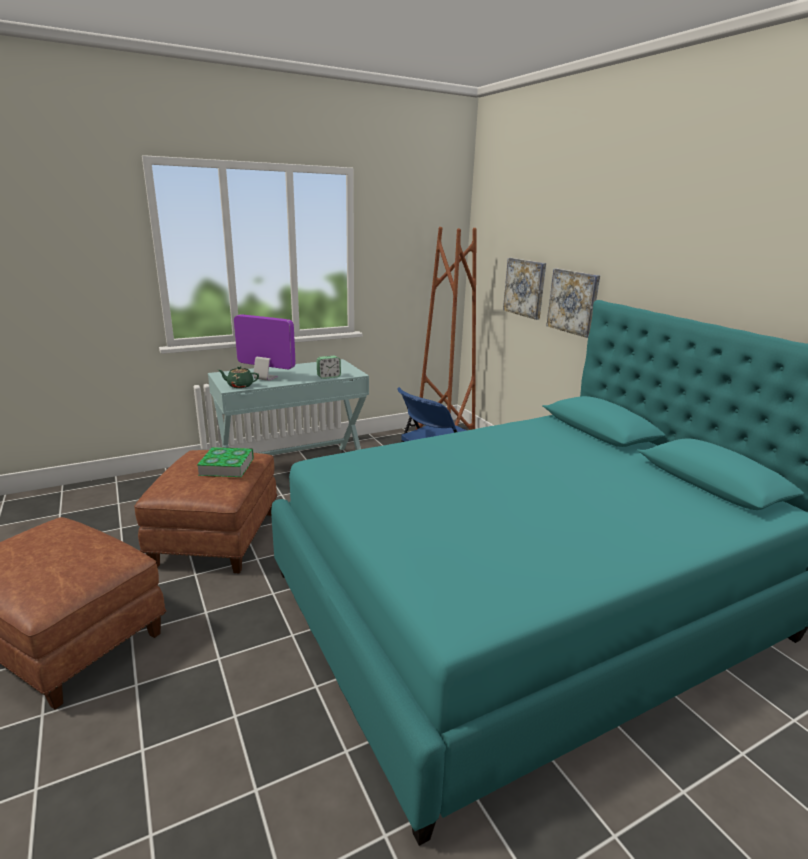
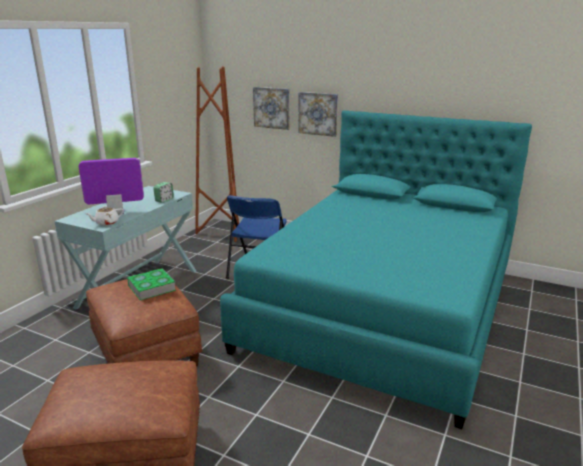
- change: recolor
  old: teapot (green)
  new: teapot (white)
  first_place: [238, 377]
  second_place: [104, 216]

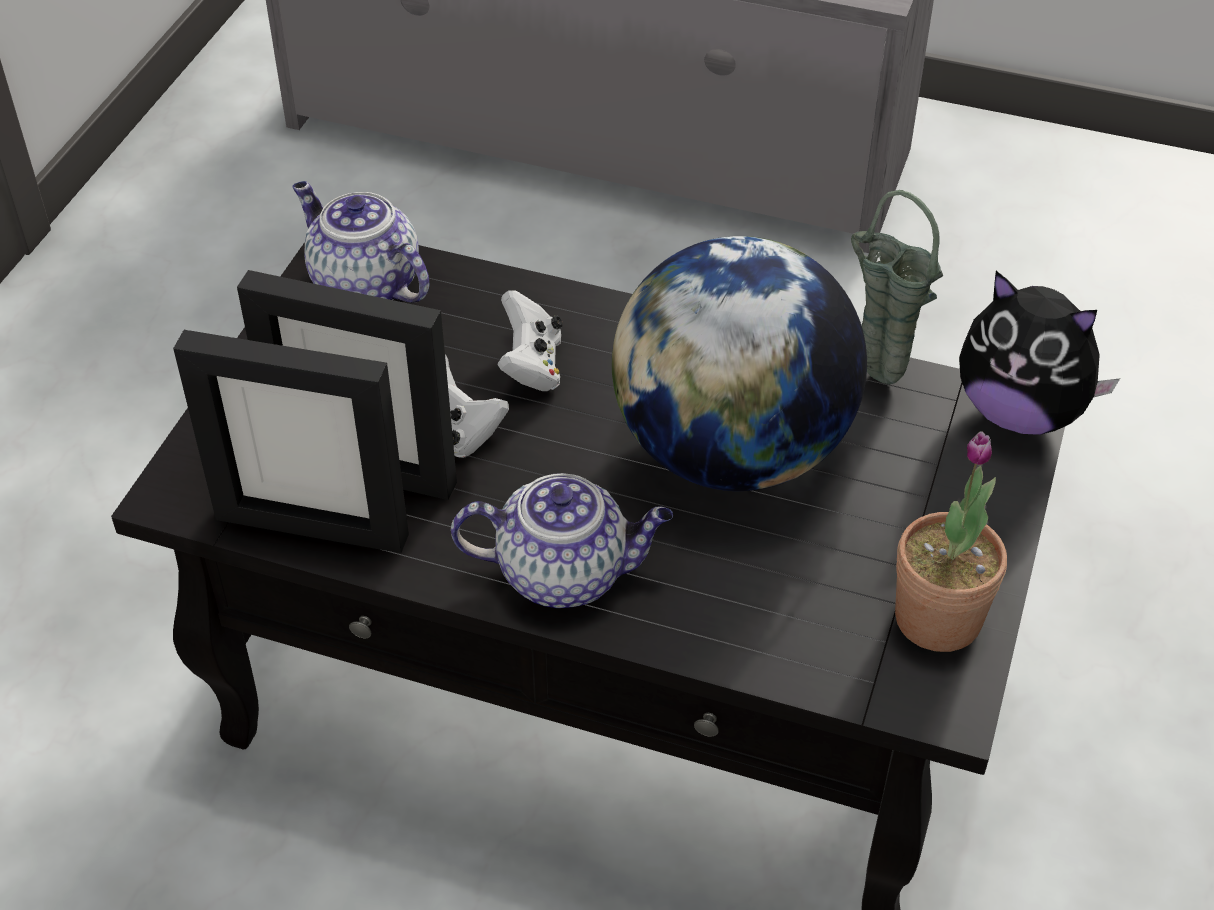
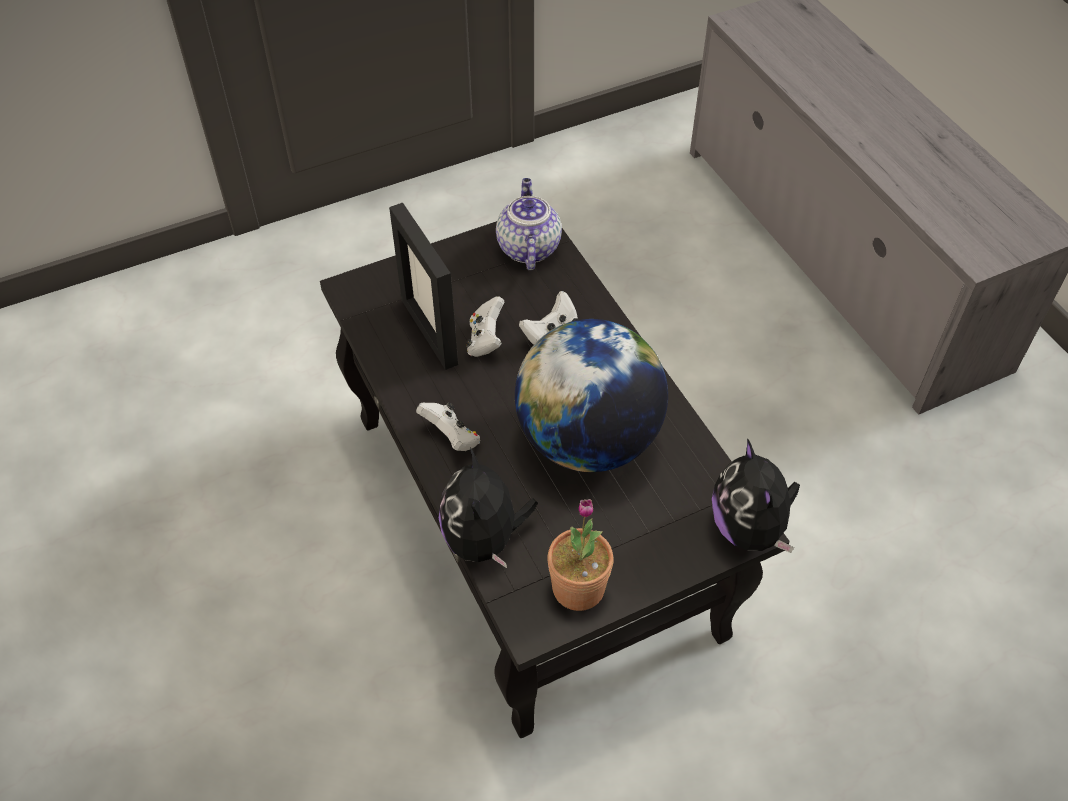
- change: delete
  old: picture frame
  first_place: [291, 441]
- change: delete
  old: vase (green)
  first_place: [897, 287]
- change: insert
  new: plush toy
  second_place: [488, 508]
- change: replace
  old: teapot
  new: game controller (white)
  first_place: [562, 540]
  second_place: [448, 427]

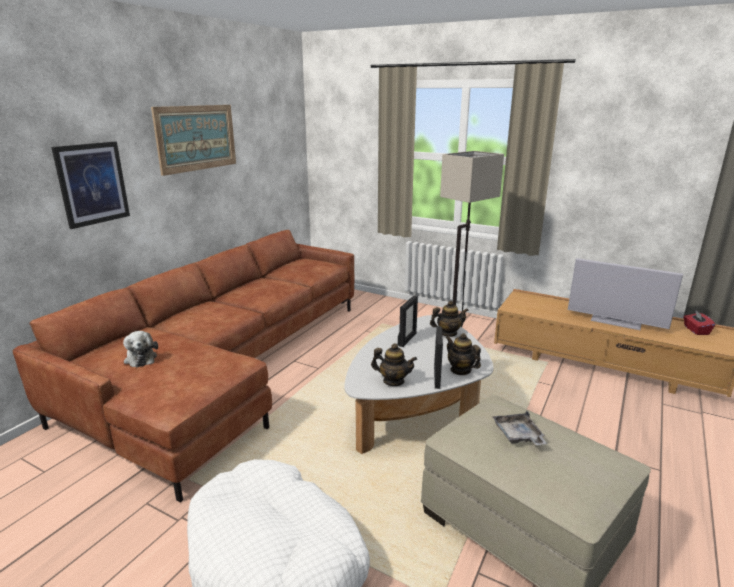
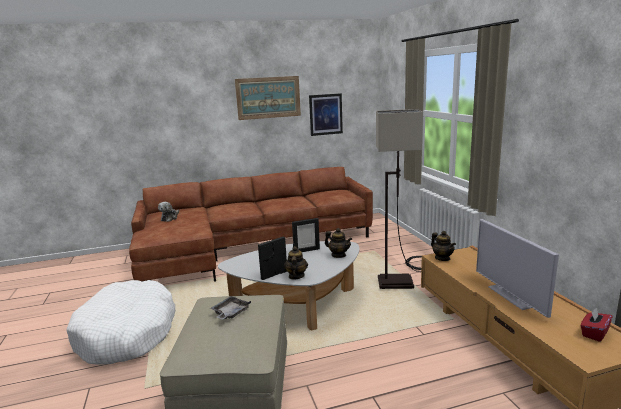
- change: move
  old: picture
  first_place: [90, 185]
  second_place: [326, 114]
- change: move
  old: teapot
  first_place: [394, 364]
  second_place: [443, 246]

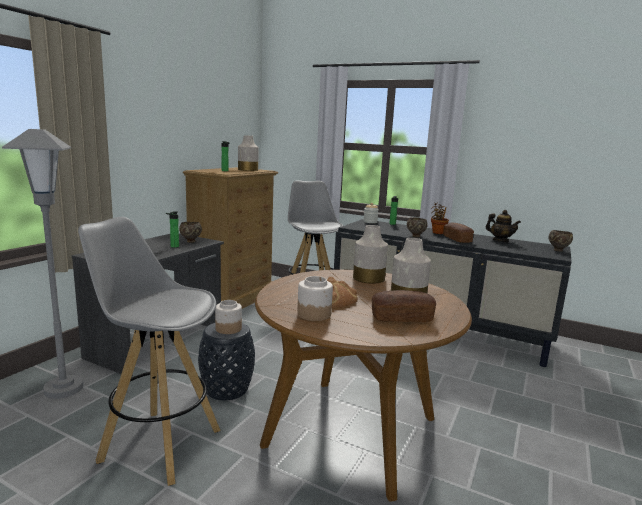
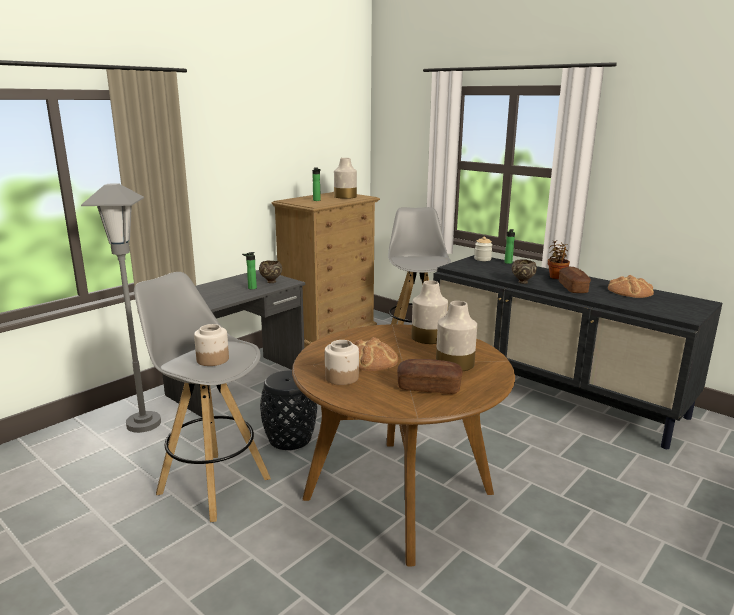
- change: delete
  old: bowl (brown)
  first_place: [560, 241]
- change: move
  old: jar
  first_place: [228, 317]
  second_place: [211, 345]
- change: replace
  old: teapot
  new: bread
  first_place: [503, 226]
  second_place: [631, 286]

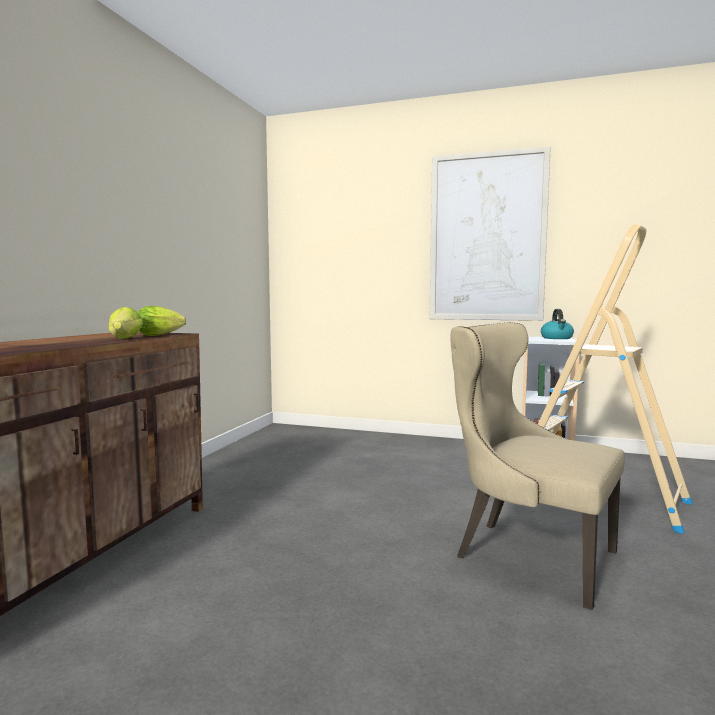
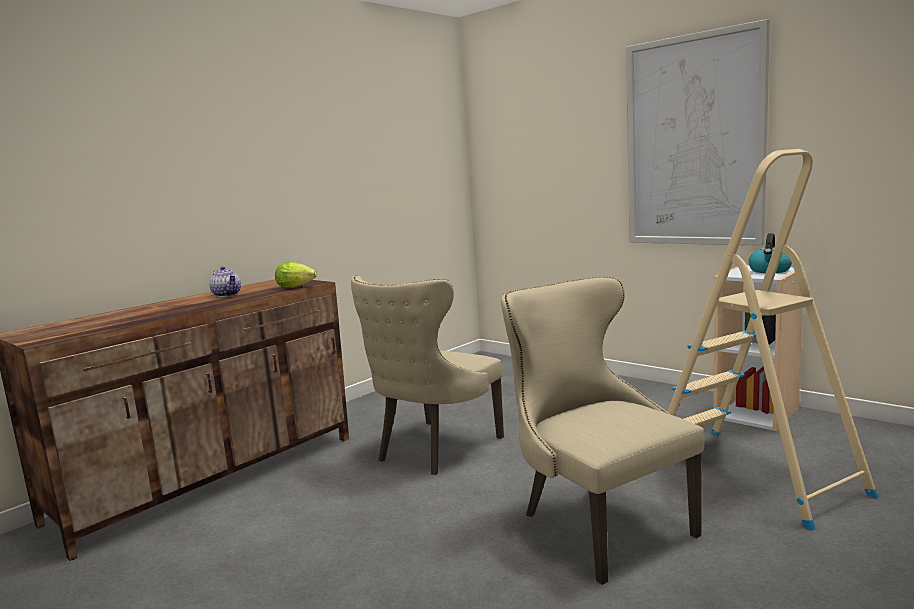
- change: delete
  old: lettuce
  first_place: [126, 323]
- change: insert
  new: teapot
  second_place: [225, 281]
- change: insert
  new: chair (beige)
  second_place: [427, 375]

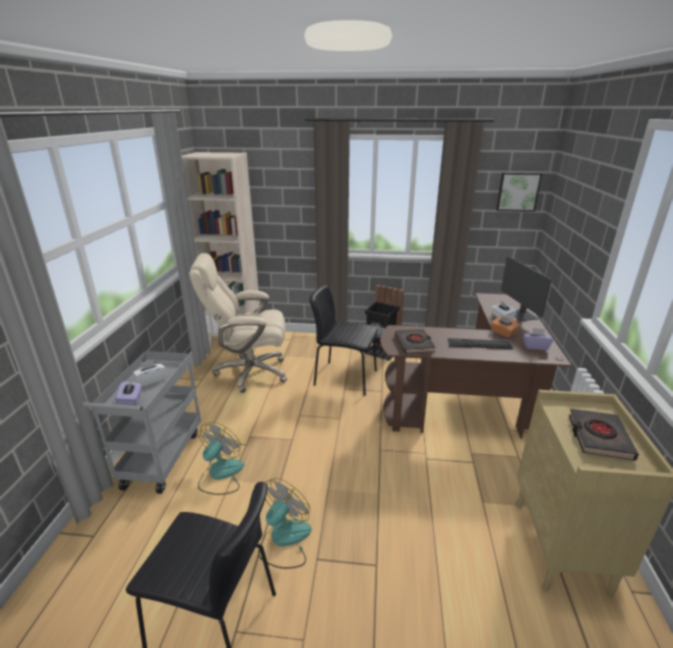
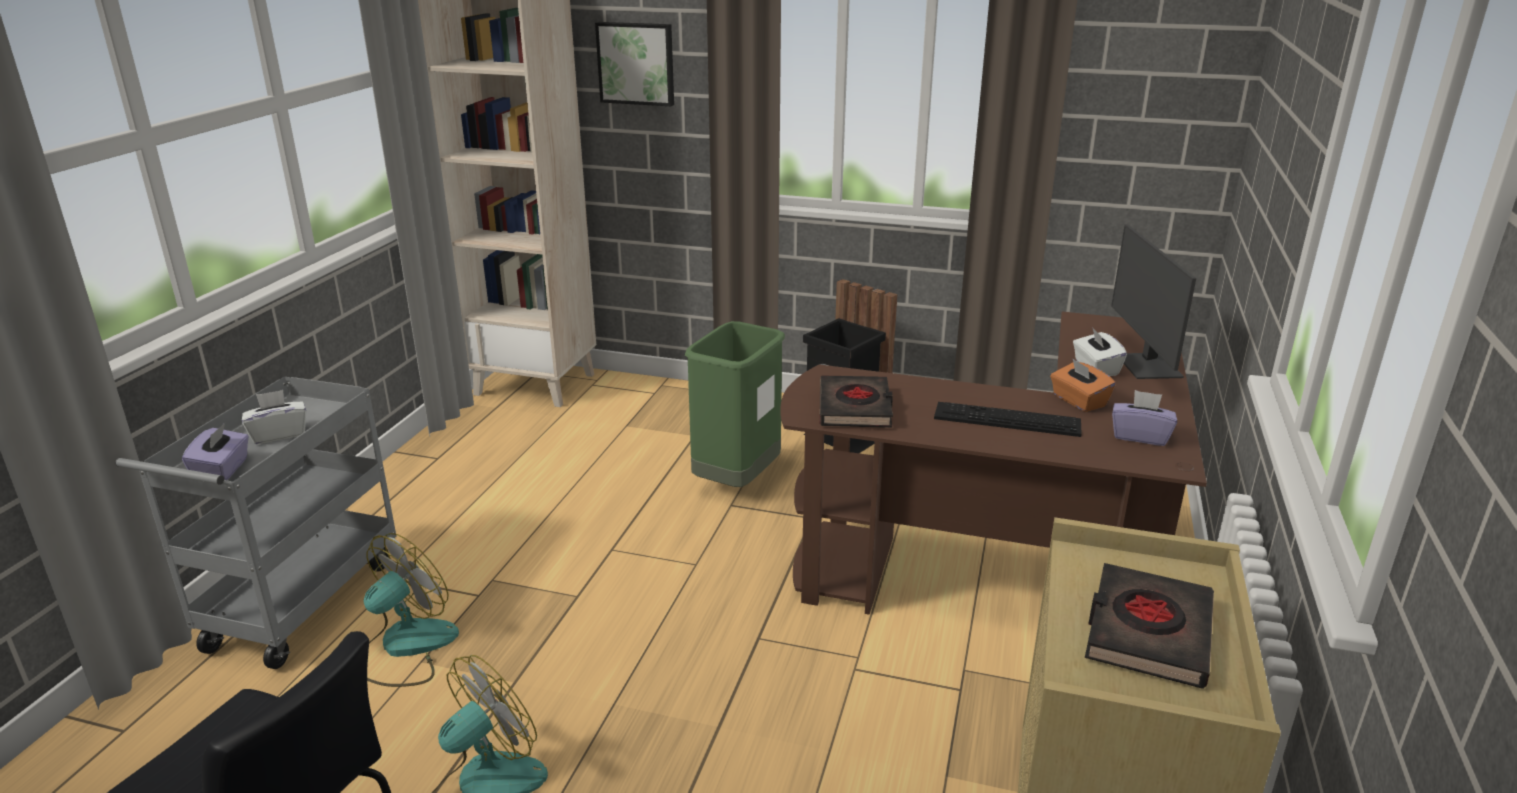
- change: delete
  old: office chair (beige)
  first_place: [238, 323]
- change: move
  old: picture
  first_place: [519, 192]
  second_place: [634, 64]
- change: replace
  old: chair (black)
  new: trash can (green)
  first_place: [343, 340]
  second_place: [735, 404]

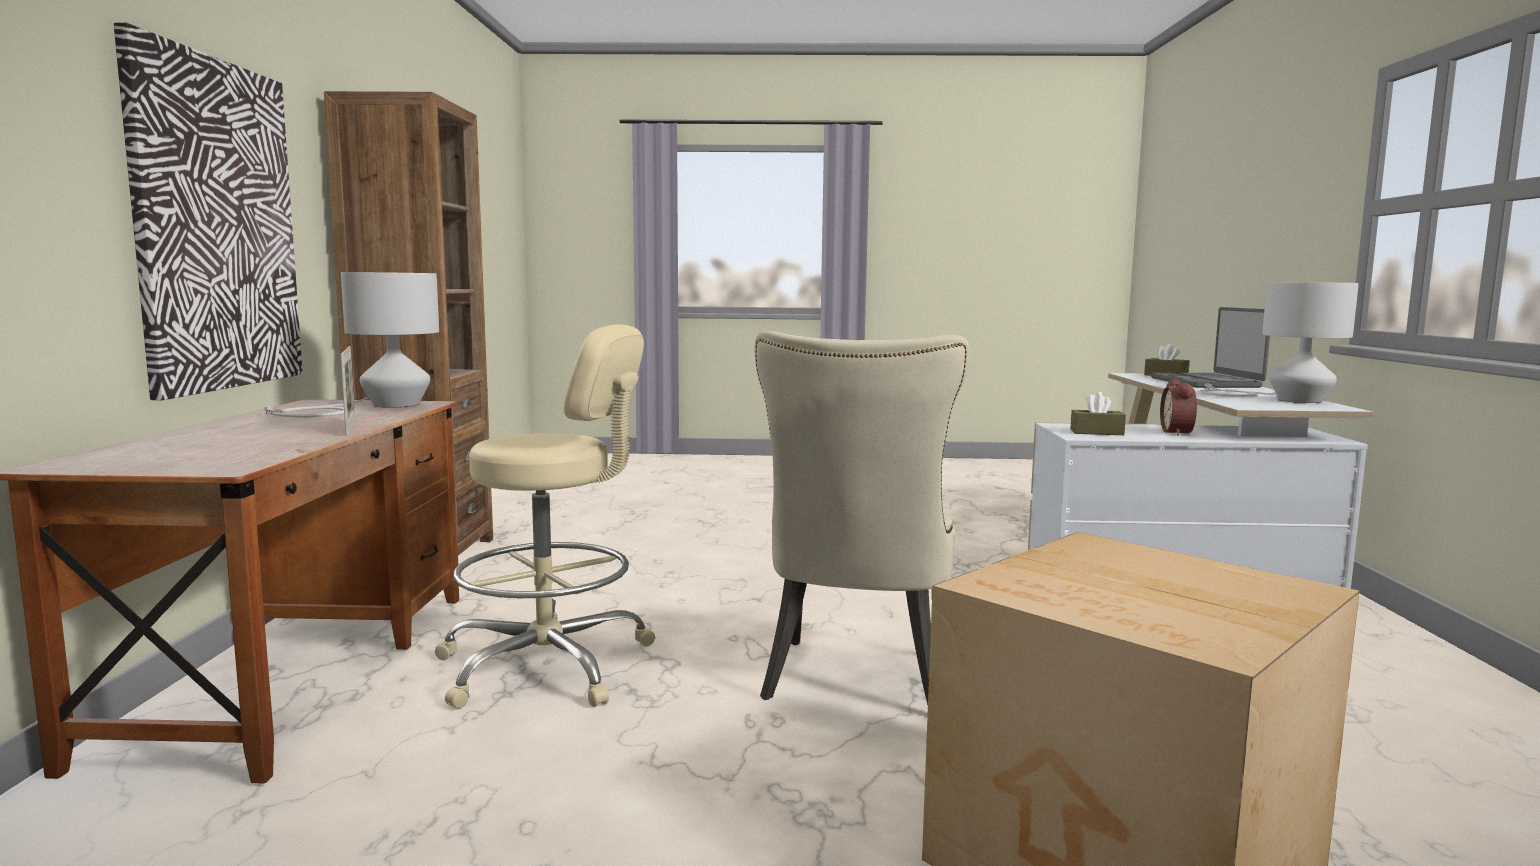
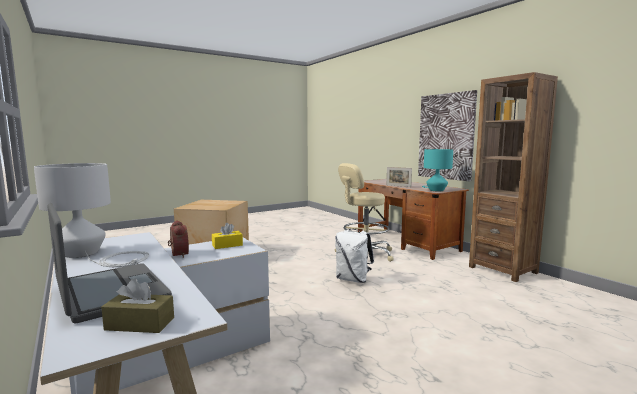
- change: delete
  old: chair (beige)
  first_place: [862, 518]
- change: insert
  new: backpack (white)
  second_place: [354, 256]
- change: recolor
  old: table lamp (grey)
  new: table lamp (turquoise)
  first_place: [351, 344]
  second_place: [437, 170]
- change: recolor
  old: tissue box (brown)
  new: tissue box (yellow)
  first_place: [1098, 413]
  second_place: [227, 236]

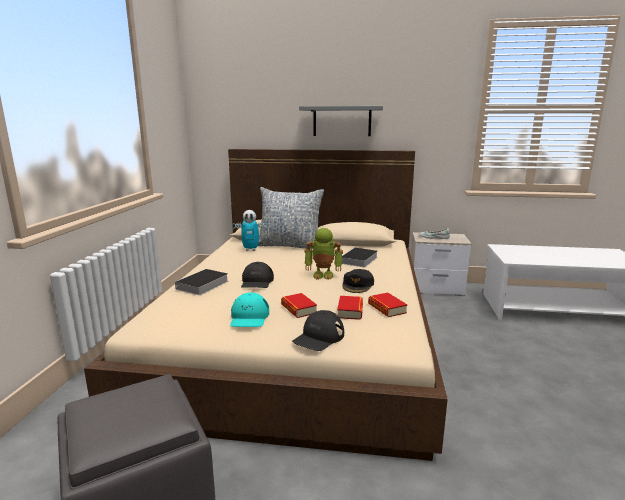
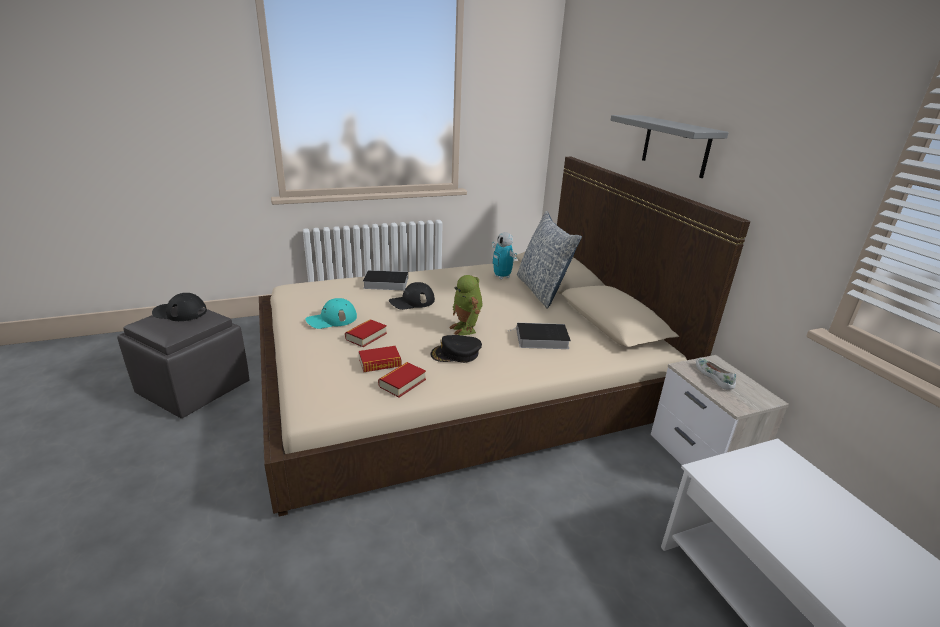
- change: move
  old: cap (black)
  first_place: [318, 330]
  second_place: [179, 307]

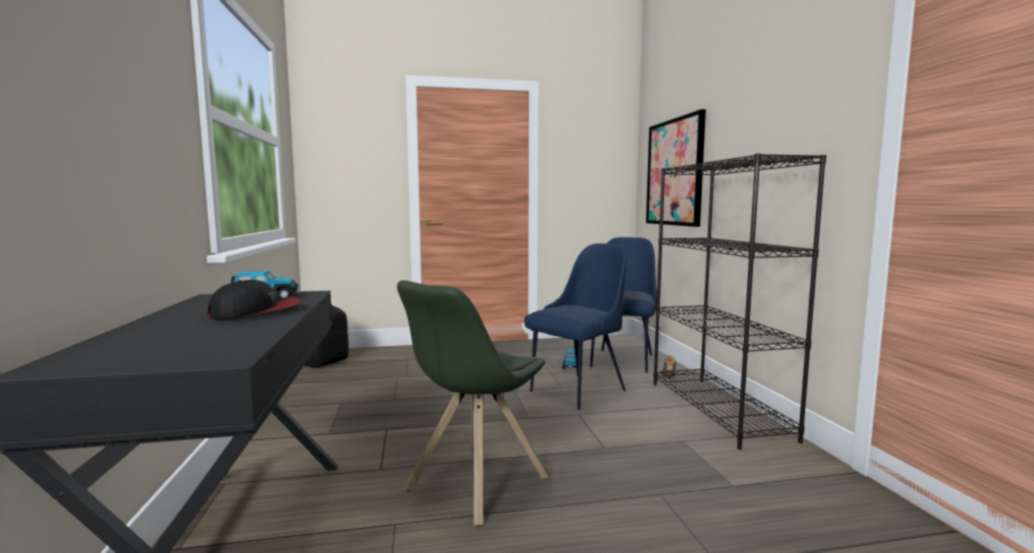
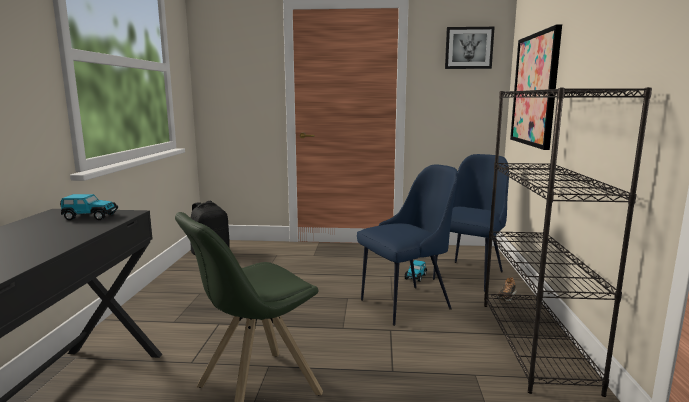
- change: delete
  old: cap
  first_place: [254, 299]
- change: insert
  new: picture
  second_place: [469, 48]

